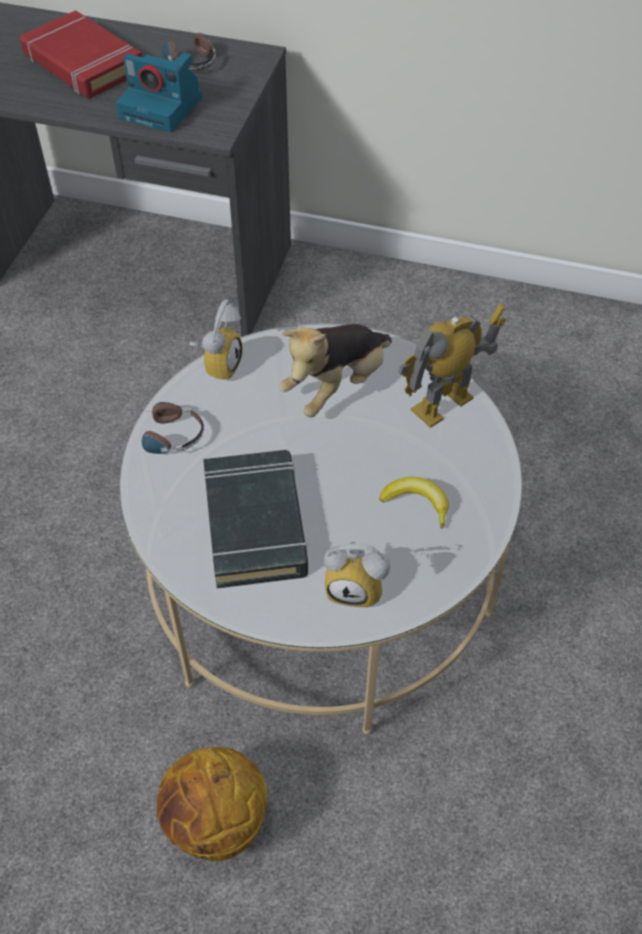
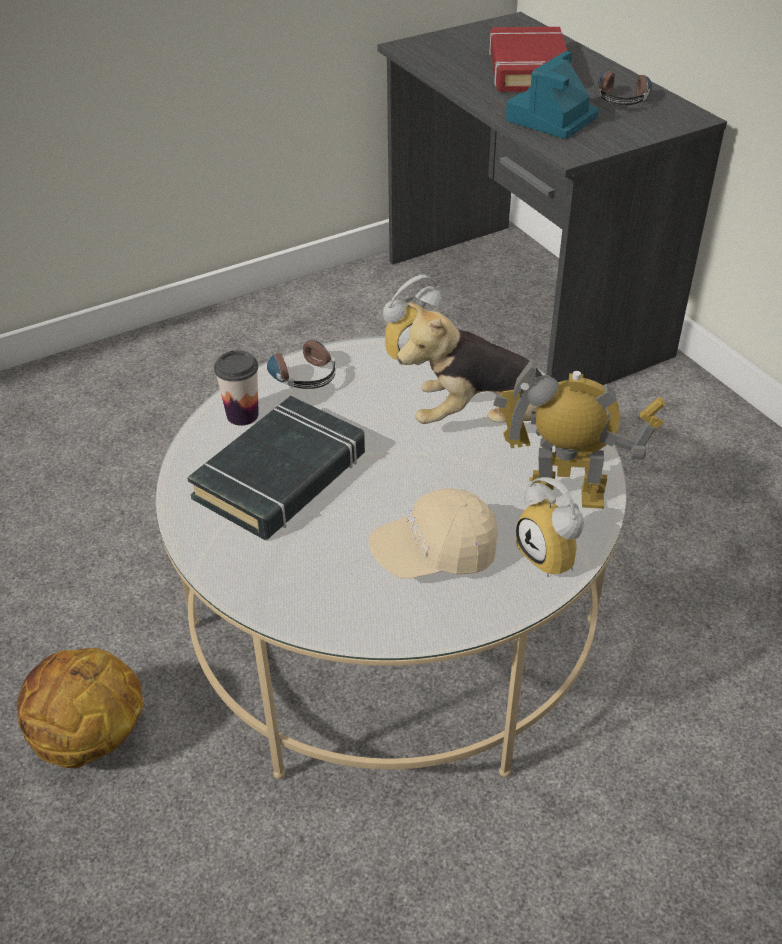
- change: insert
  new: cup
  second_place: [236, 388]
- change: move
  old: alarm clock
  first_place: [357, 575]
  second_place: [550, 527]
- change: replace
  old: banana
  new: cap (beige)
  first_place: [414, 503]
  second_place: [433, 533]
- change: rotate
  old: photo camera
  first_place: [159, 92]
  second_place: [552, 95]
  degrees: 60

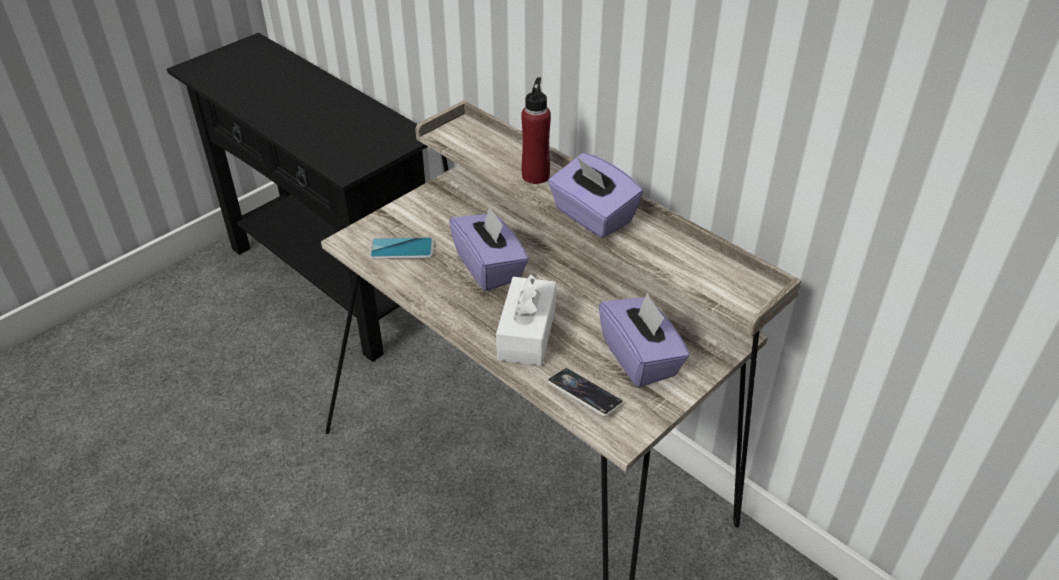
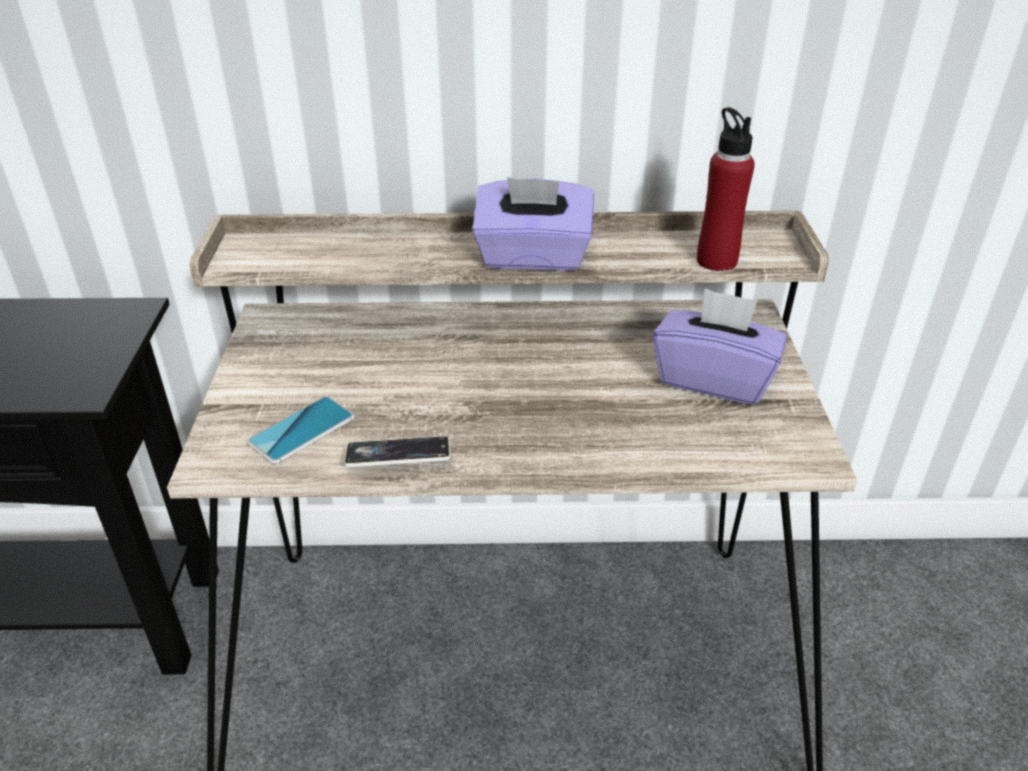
- change: delete
  old: tissue box (purple)
  first_place: [489, 248]
- change: delete
  old: tissue box (white)
  first_place: [526, 319]
- change: move
  old: bottle (red)
  first_place: [536, 130]
  second_place: [726, 189]
- change: move
  old: phone
  first_place: [585, 392]
  second_place: [397, 451]

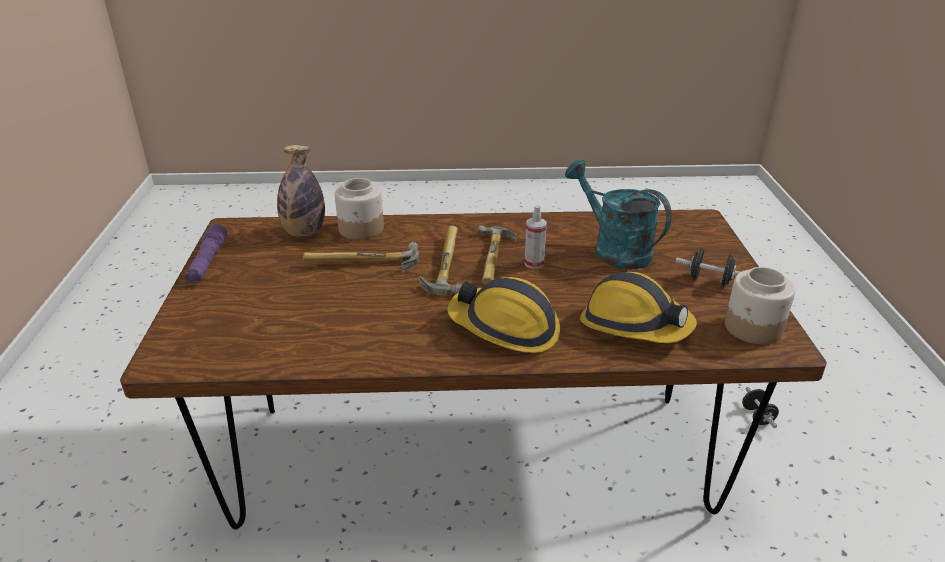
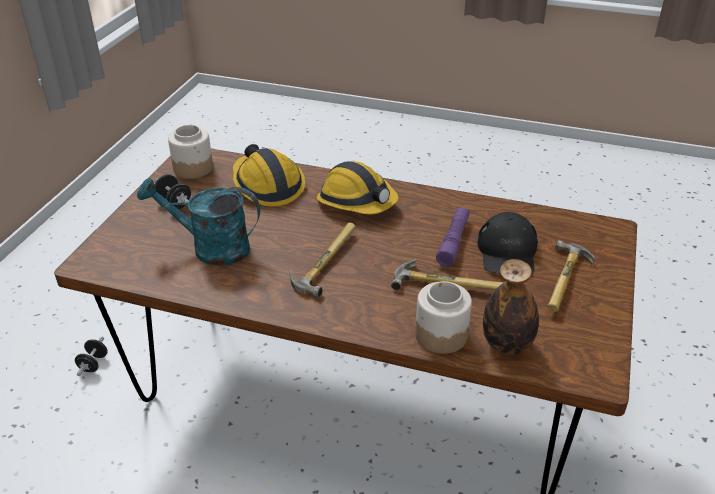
- change: delete
  old: spray bottle
  first_place: [535, 237]
- change: insert
  new: cap (black)
  second_place: [507, 243]
- change: move
  old: flashlight (purple)
  first_place: [206, 253]
  second_place: [453, 237]
- change: move
  old: hammer
  first_place: [441, 260]
  second_place: [571, 276]
- change: rotate
  old: watering can (turquoise)
  first_place: [618, 214]
  second_place: [198, 222]
  degrees: 120

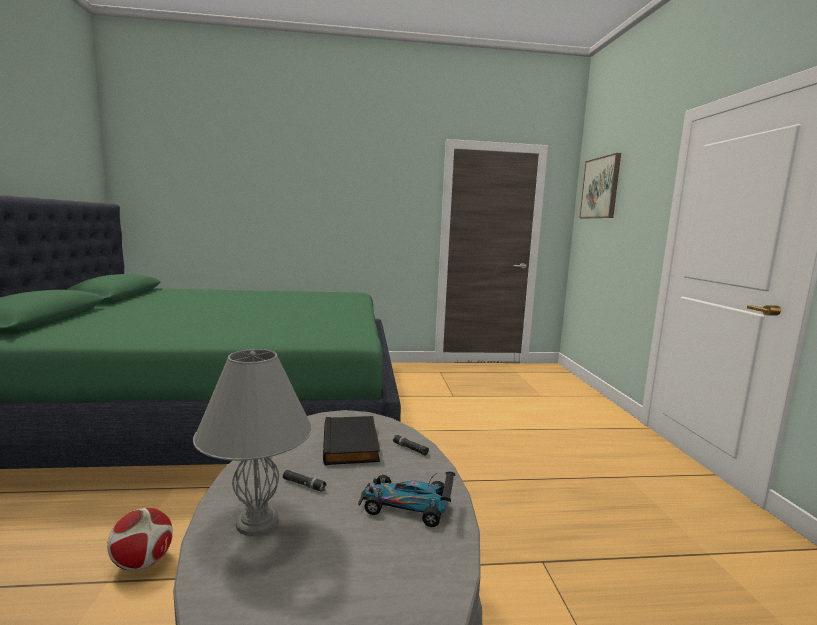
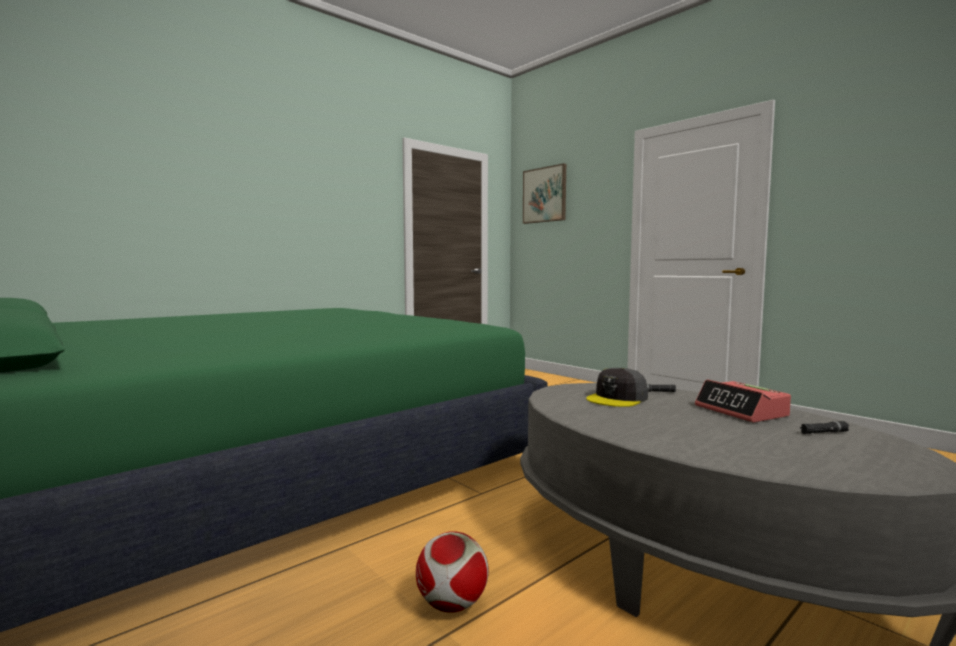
- change: delete
  old: table lamp (grey)
  first_place: [252, 442]
- change: move
  old: flashlight (black)
  first_place: [305, 480]
  second_place: [824, 427]
- change: replace
  old: book (black)
  new: cap (grey)
  first_place: [351, 440]
  second_place: [617, 387]
- change: replace
  old: toy car
  new: alarm clock
  first_place: [406, 499]
  second_place: [743, 400]

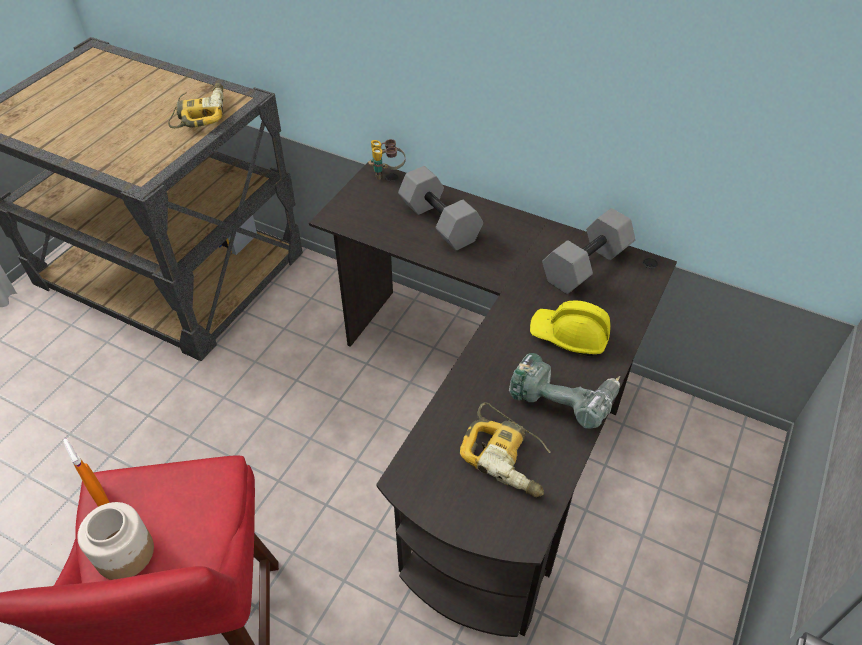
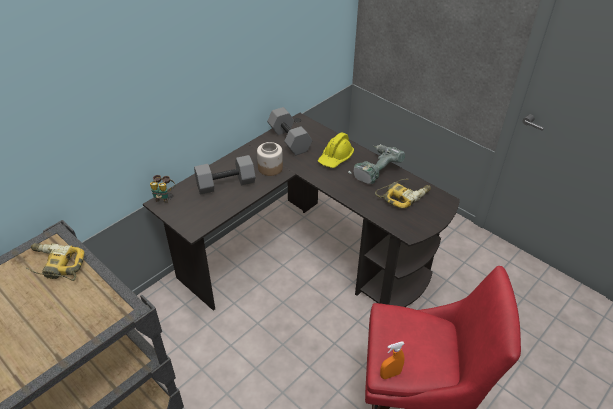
- change: move
  old: jar
  first_place: [115, 541]
  second_place: [270, 159]

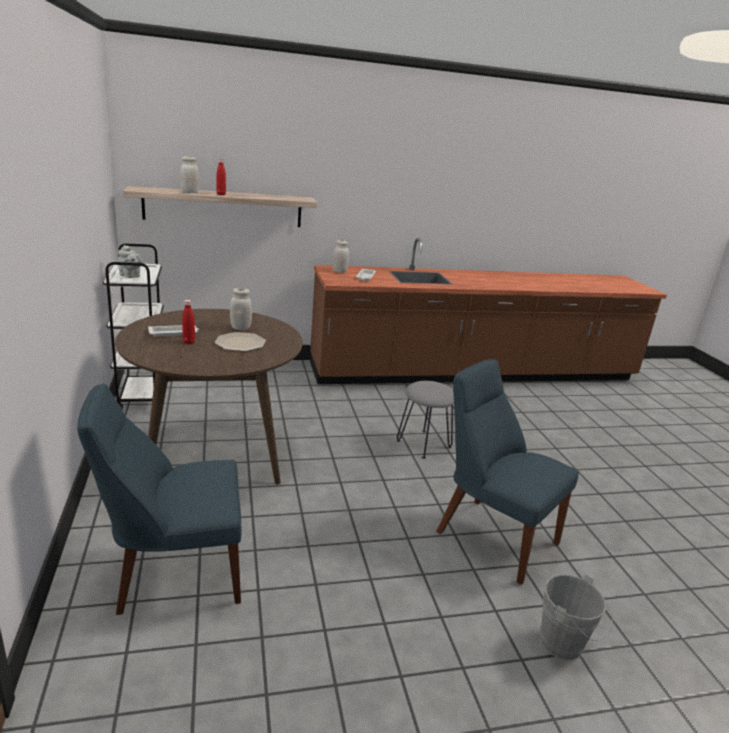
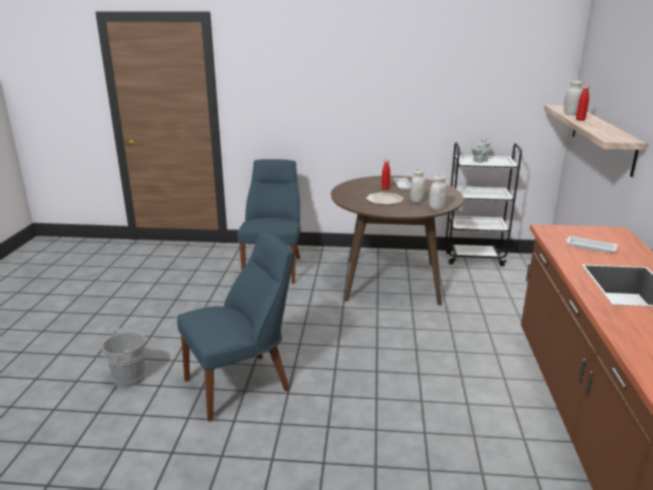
- change: delete
  old: stool (grey)
  first_place: [425, 420]
- change: move
  old: jar (white)
  first_place: [340, 256]
  second_place: [438, 192]

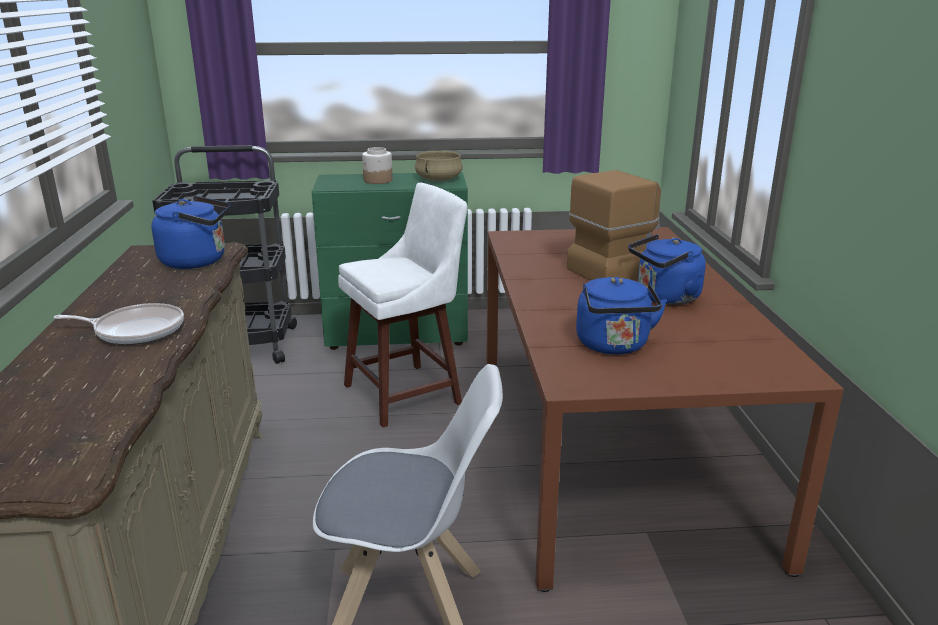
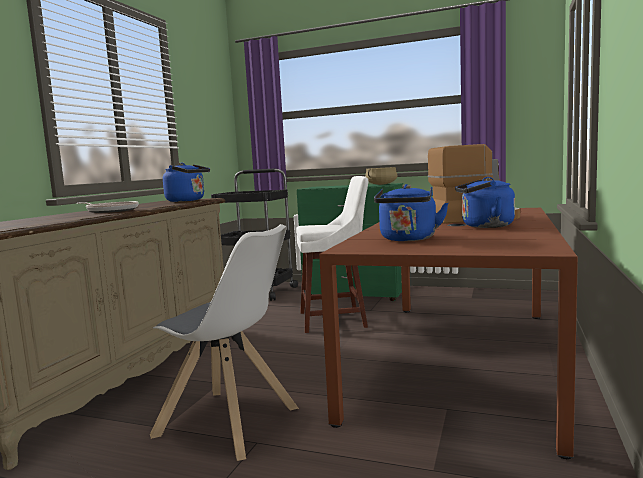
- change: delete
  old: jar
  first_place: [377, 165]

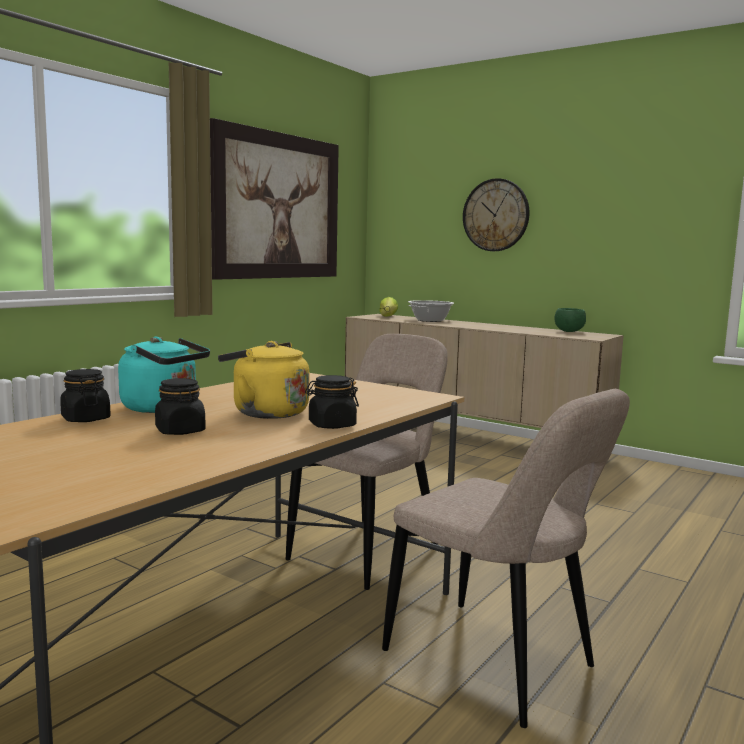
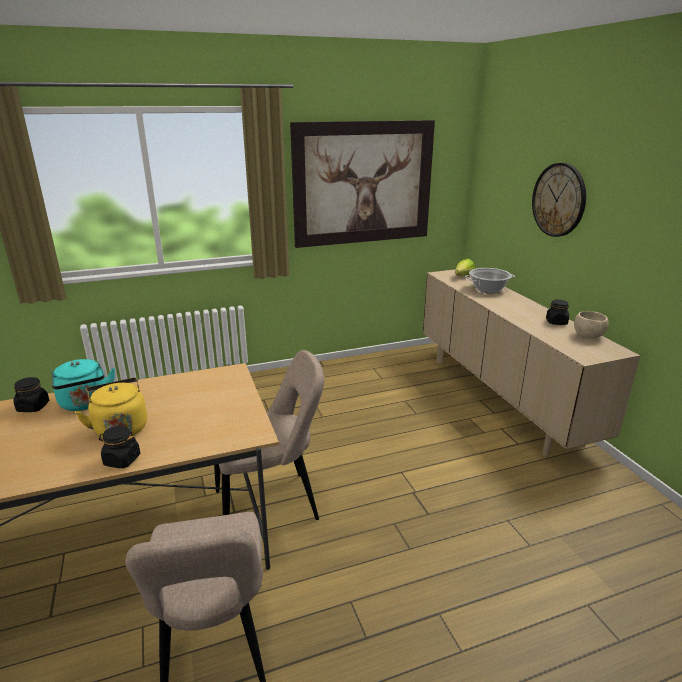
- change: move
  old: jar (black)
  first_place: [180, 406]
  second_place: [557, 312]
- change: recolor
  old: bowl (green)
  new: bowl (beige)
  first_place: [570, 320]
  second_place: [591, 325]

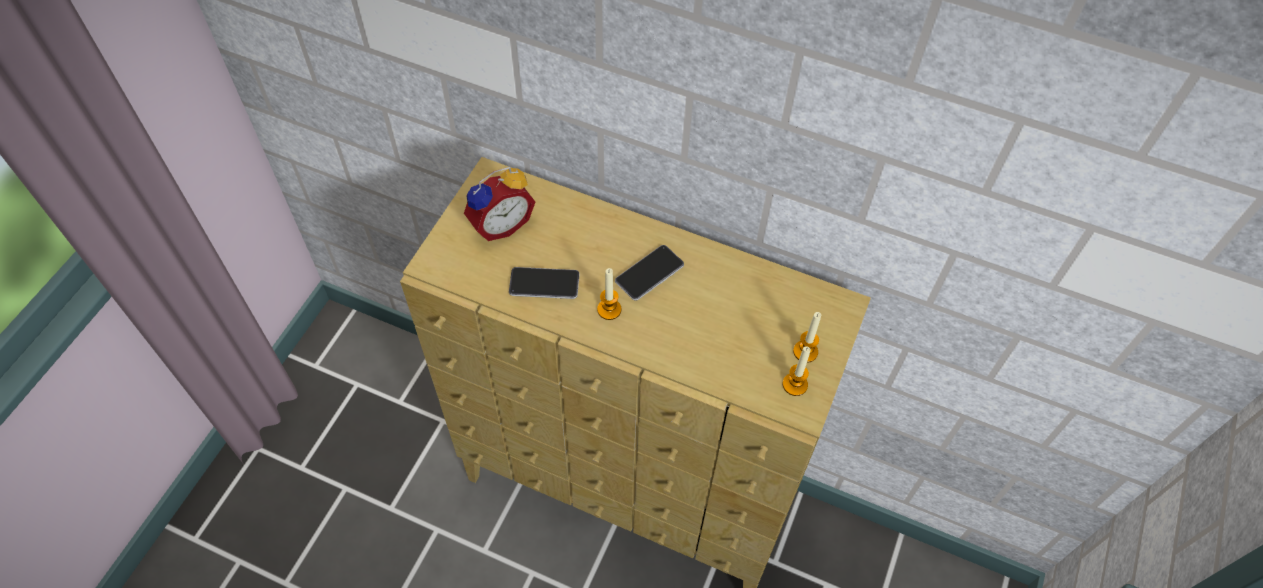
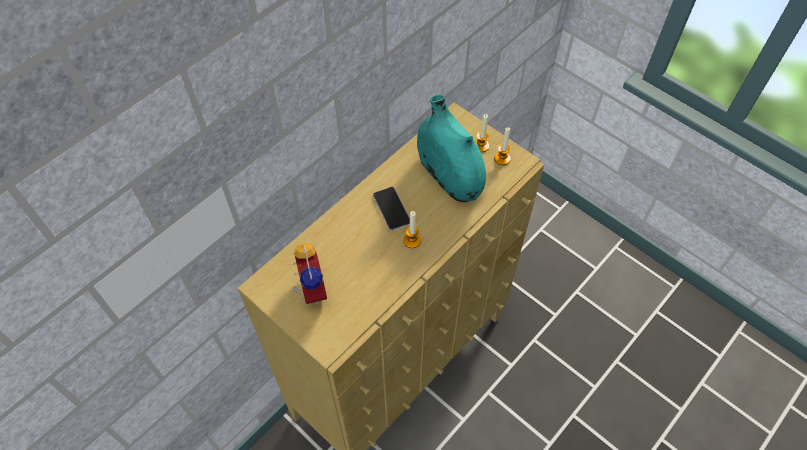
- change: delete
  old: phone
  first_place: [544, 283]
- change: insert
  new: vase (turquoise)
  second_place: [451, 148]

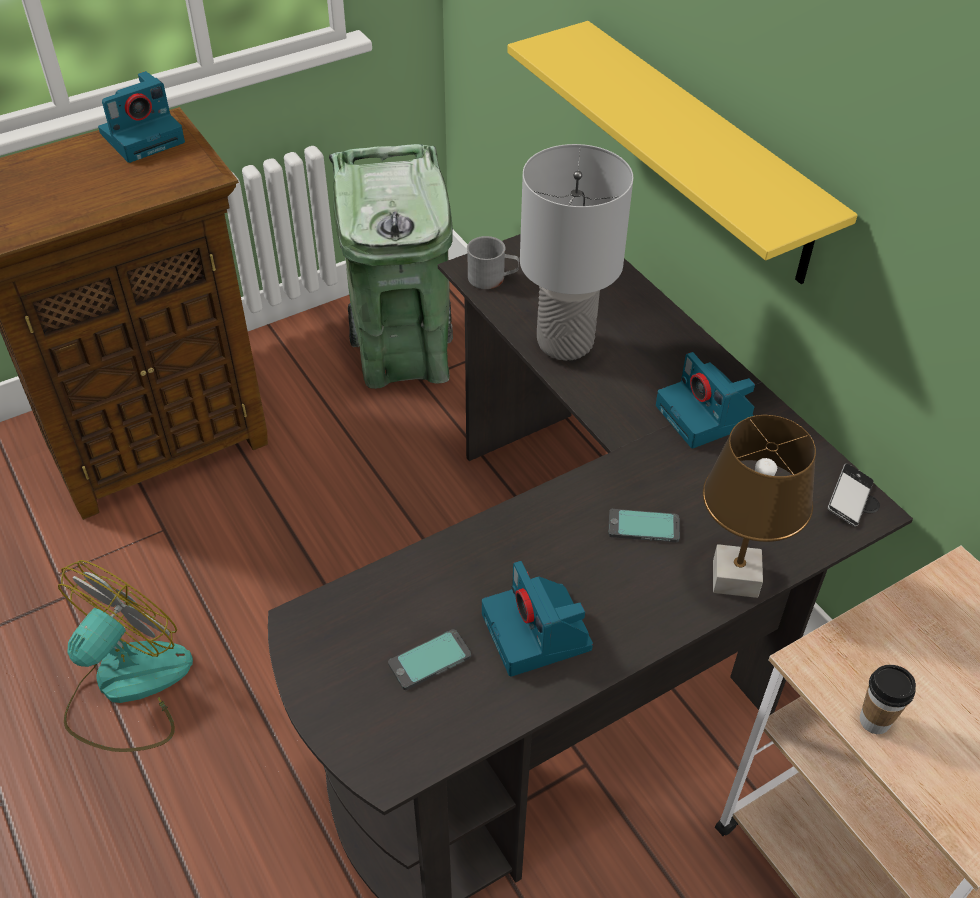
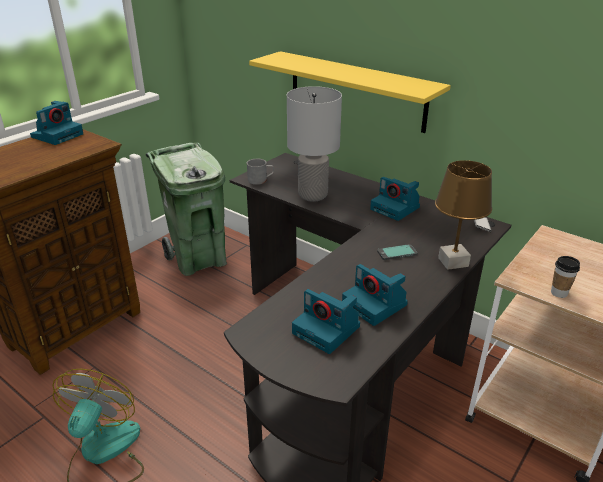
- change: replace
  old: phone
  new: photo camera
  first_place: [429, 659]
  second_place: [326, 321]

